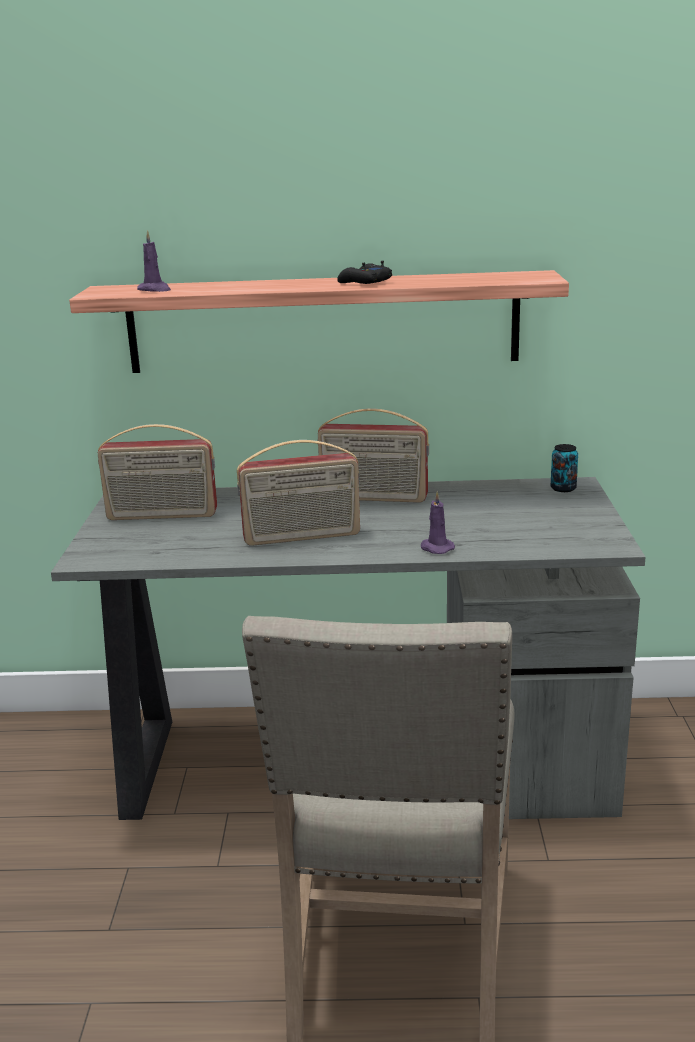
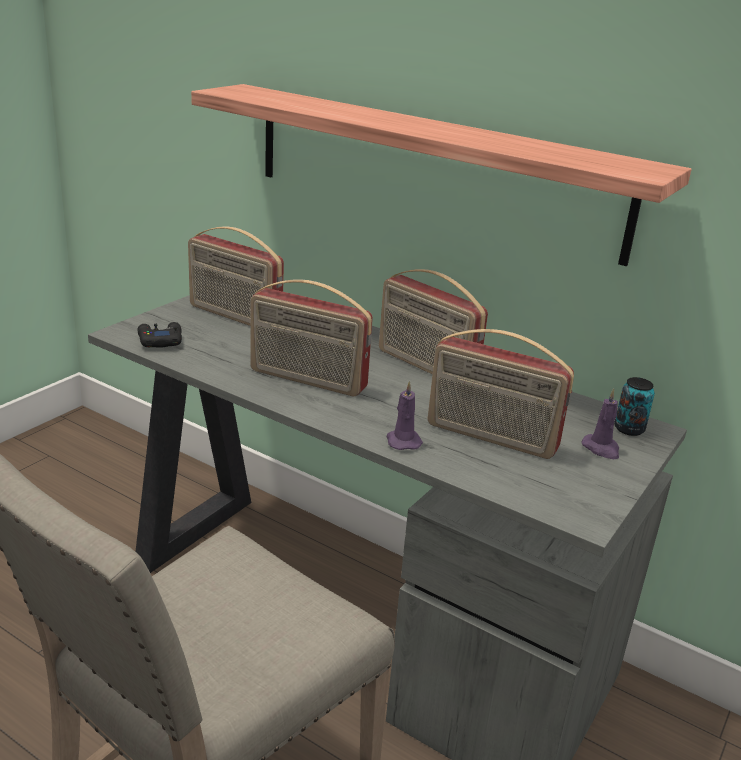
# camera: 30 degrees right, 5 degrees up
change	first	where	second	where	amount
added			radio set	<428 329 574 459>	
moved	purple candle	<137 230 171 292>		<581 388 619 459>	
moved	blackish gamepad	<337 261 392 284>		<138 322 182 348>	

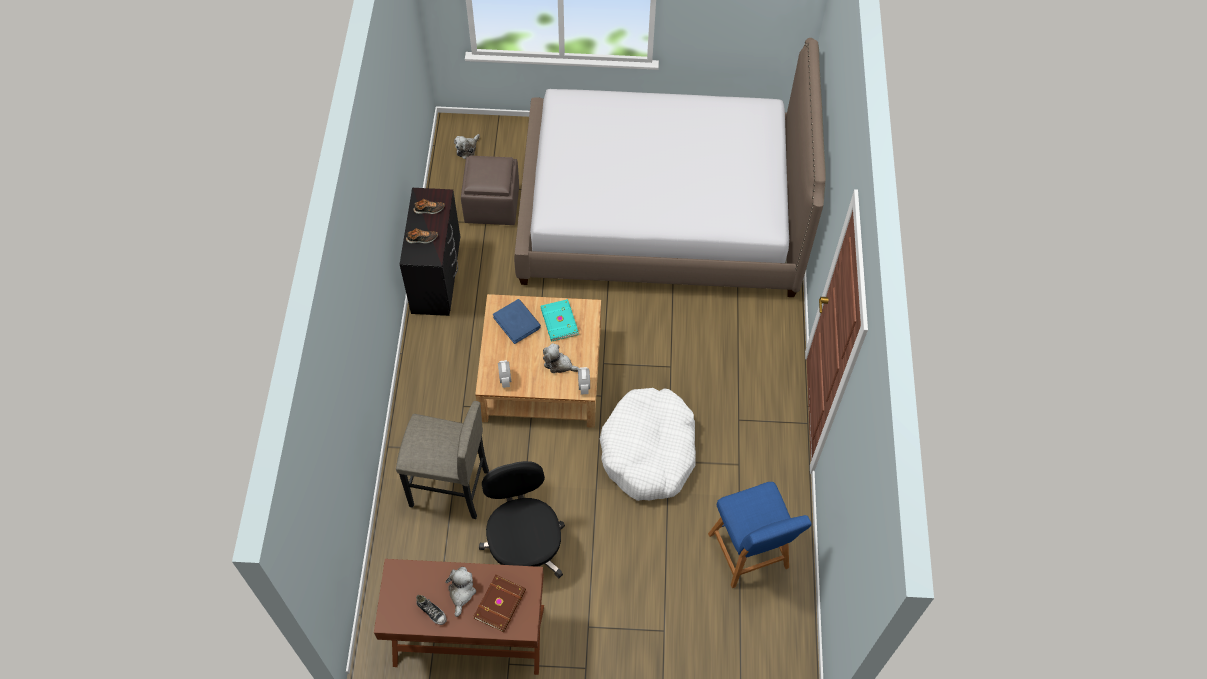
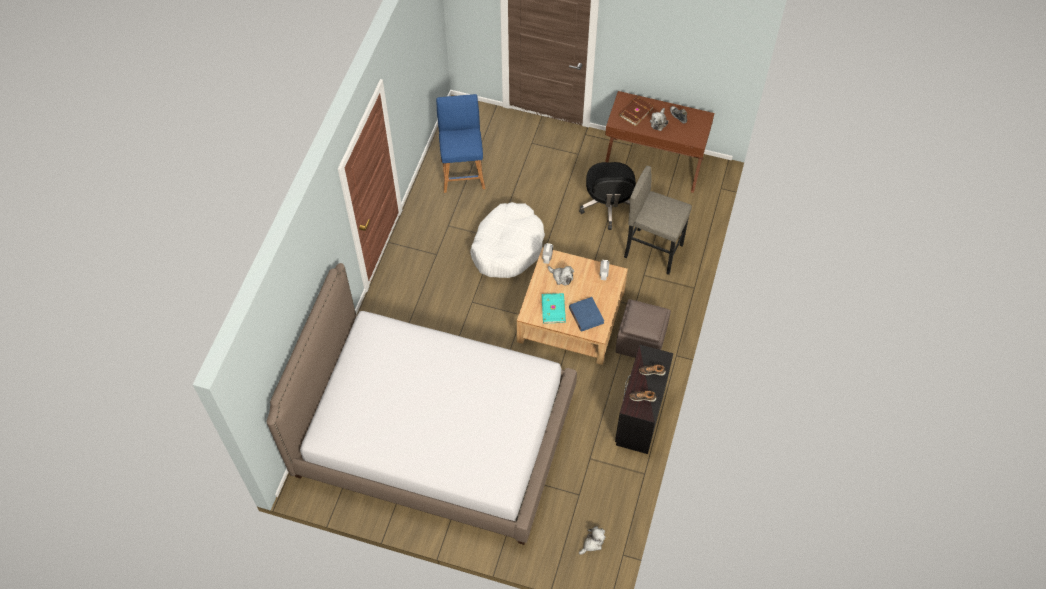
# camera: 165 degrees left, 0 degrees up
change	first	where	second	where	amount
moved	brown-coloured ottoman	<461 155 519 225>		<615 299 671 358>	

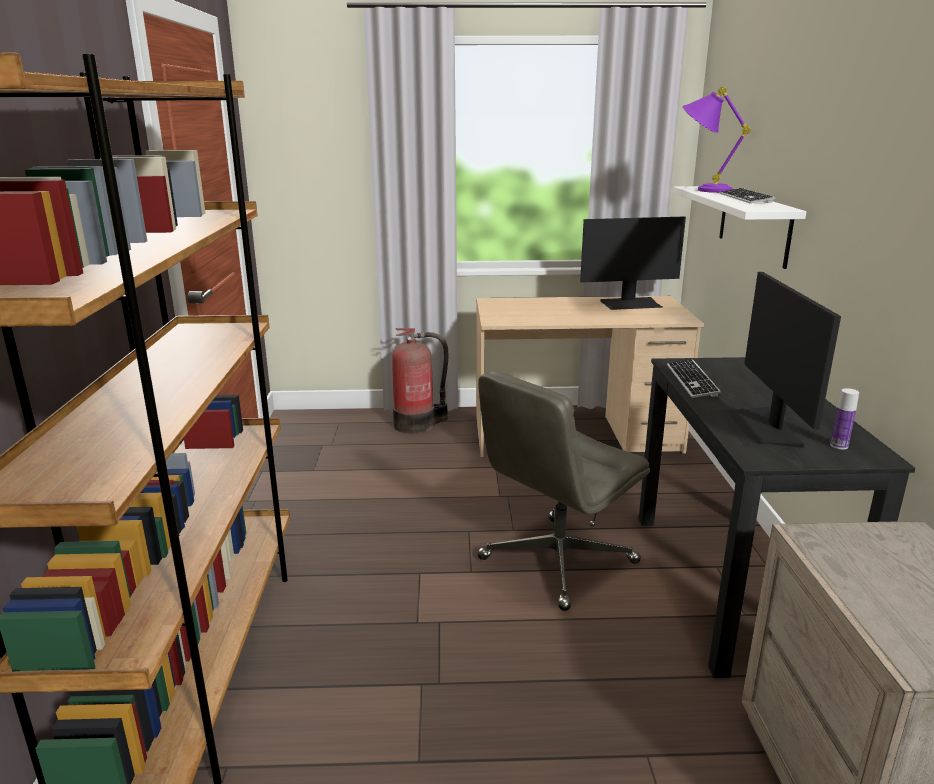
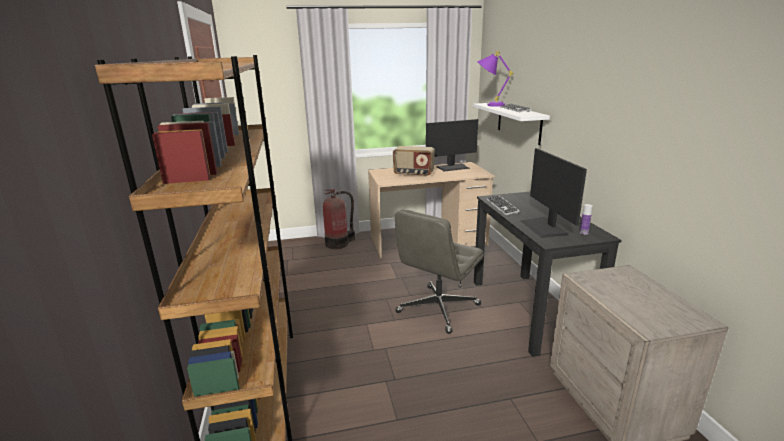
# camera: 10 degrees left, 0 degrees up
change	first	where	second	where	amount
added			radio set	<393 146 435 177>	

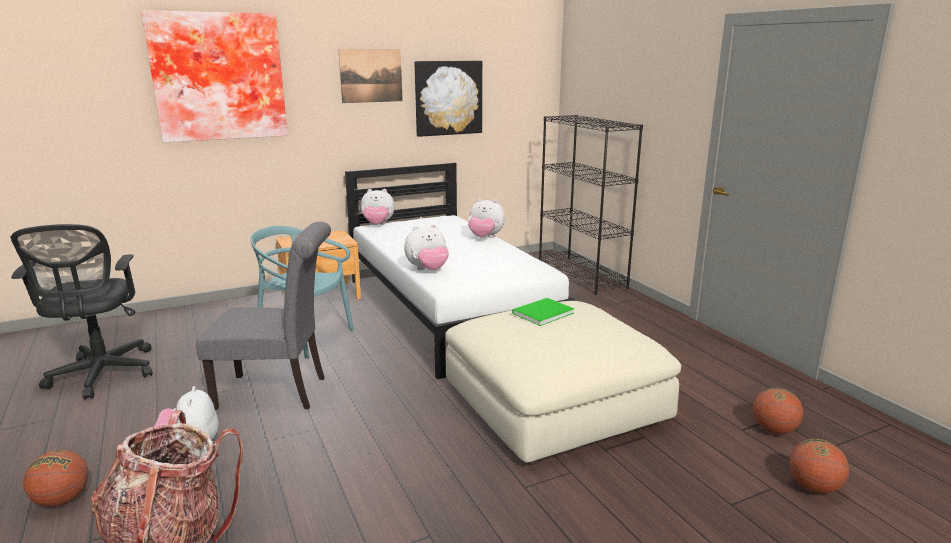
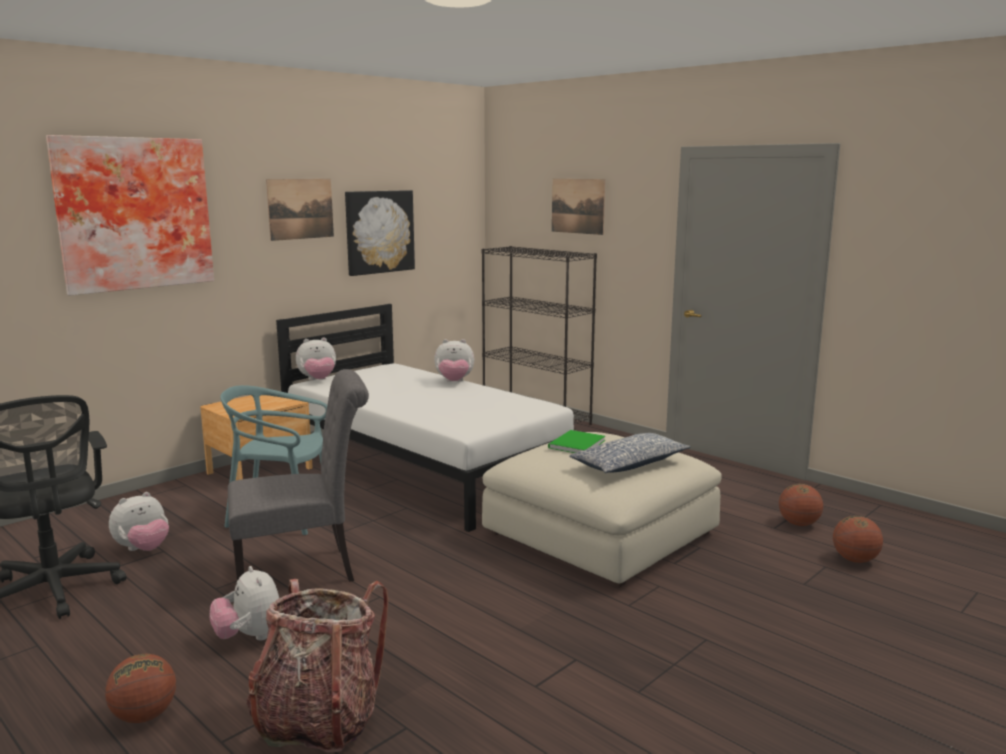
# camera: 20 degrees left, 5 degrees down
change	first	where	second	where	amount
added			wall art	<552 179 605 235>	
added			pillow	<569 433 691 473>	
moved	cuddly toy	<404 224 449 270>		<109 492 169 551>	

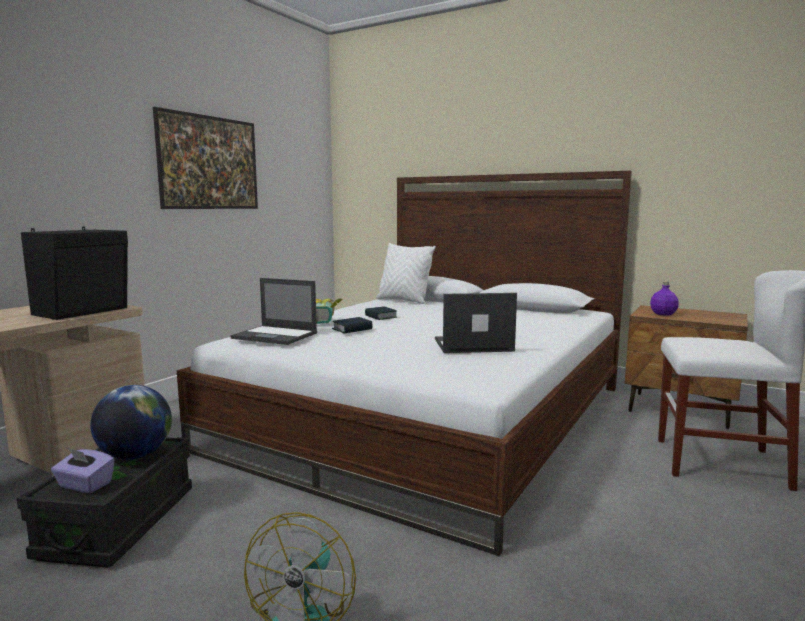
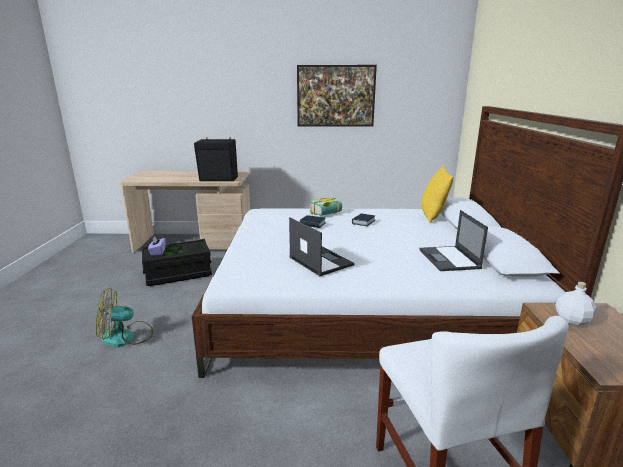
# camera: 60 degrees right, 10 degrees up
change	first	where	second	where	amount
removed	desk globe	<90 385 172 460>			
moved	laptop	<230 278 317 345>		<419 210 488 271>	
recoloured	whitish pillow	<376 243 436 304>	yellow-coloured pillow	<421 165 454 223>	
recoloured	purple bottle	<650 281 679 316>	whitish bottle	<556 282 597 326>	

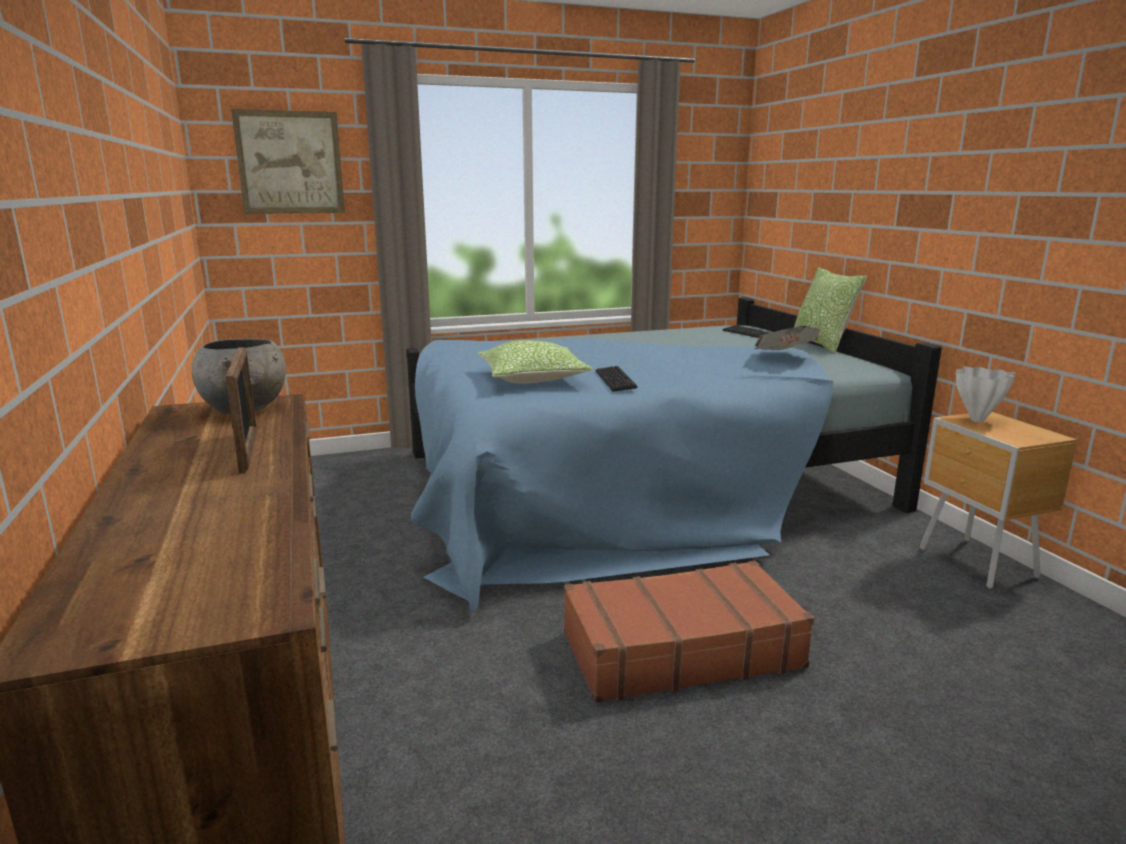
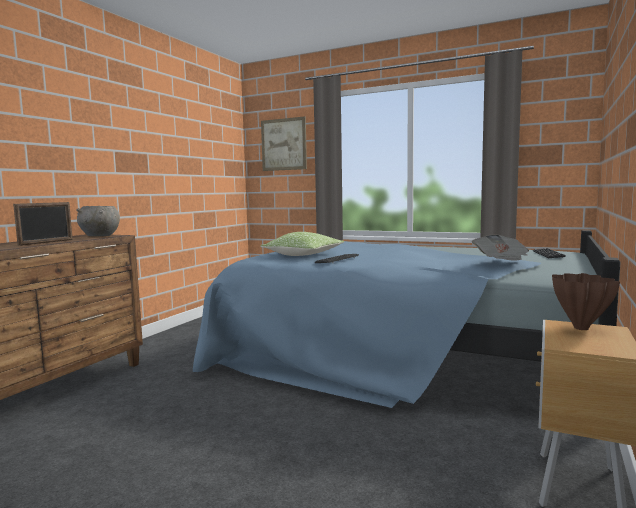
# camera: 45 degrees right, 10 degrees down
change	first	where	second	where	amount
removed	brown-coloured suitcase	<564 561 814 703>			
removed	pillow	<794 268 867 353>			
recoloured	whitish decorative vase	<956 366 1016 422>	brown-coloured decorative vase	<552 273 620 330>	

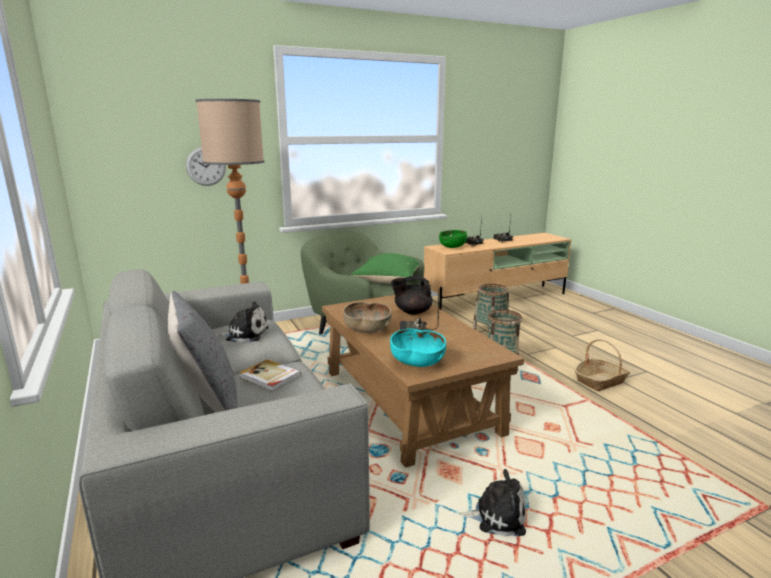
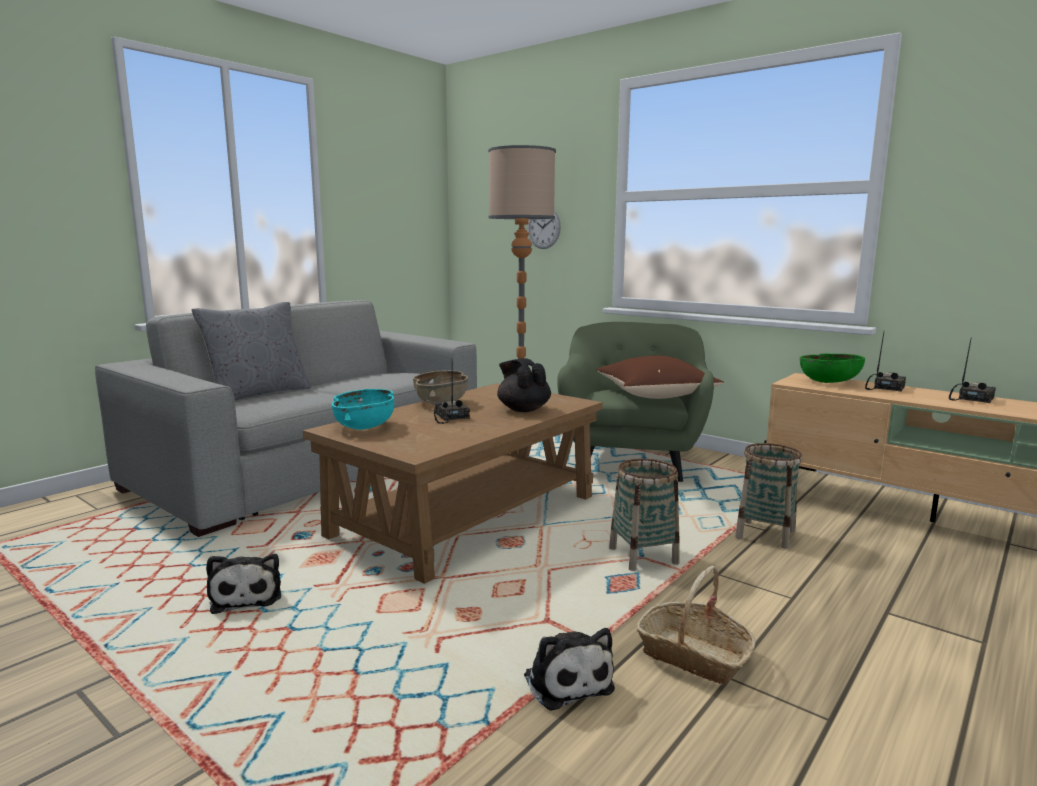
# camera: 65 degrees right, 5 degrees down
change	first	where	second	where	amount
removed	volume	<239 359 301 392>			
moved	cuddly toy	<215 301 269 343>		<524 628 615 711>	
recoloured	green-coloured pillow	<351 253 423 283>	brown-coloured pillow	<596 355 724 399>	

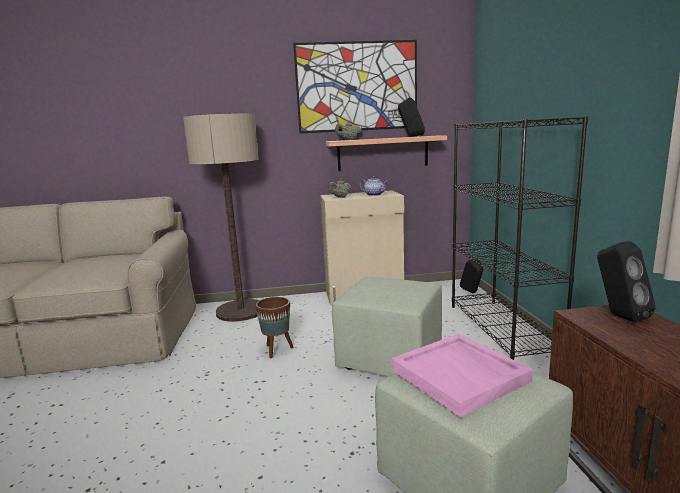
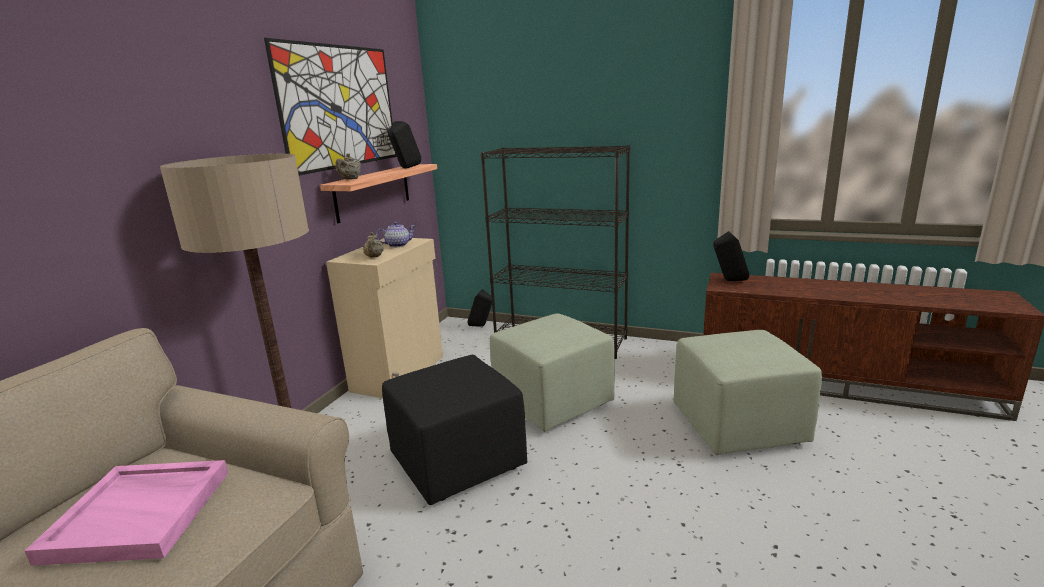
# camera: 60 degrees left, 5 degrees up
change	first	where	second	where	amount
moved	pink-coloured serving tray	<391 334 533 417>		<25 460 228 566>	
replaced	brown-coloured planter	<255 297 294 358>	blackish ottoman	<382 355 527 505>	

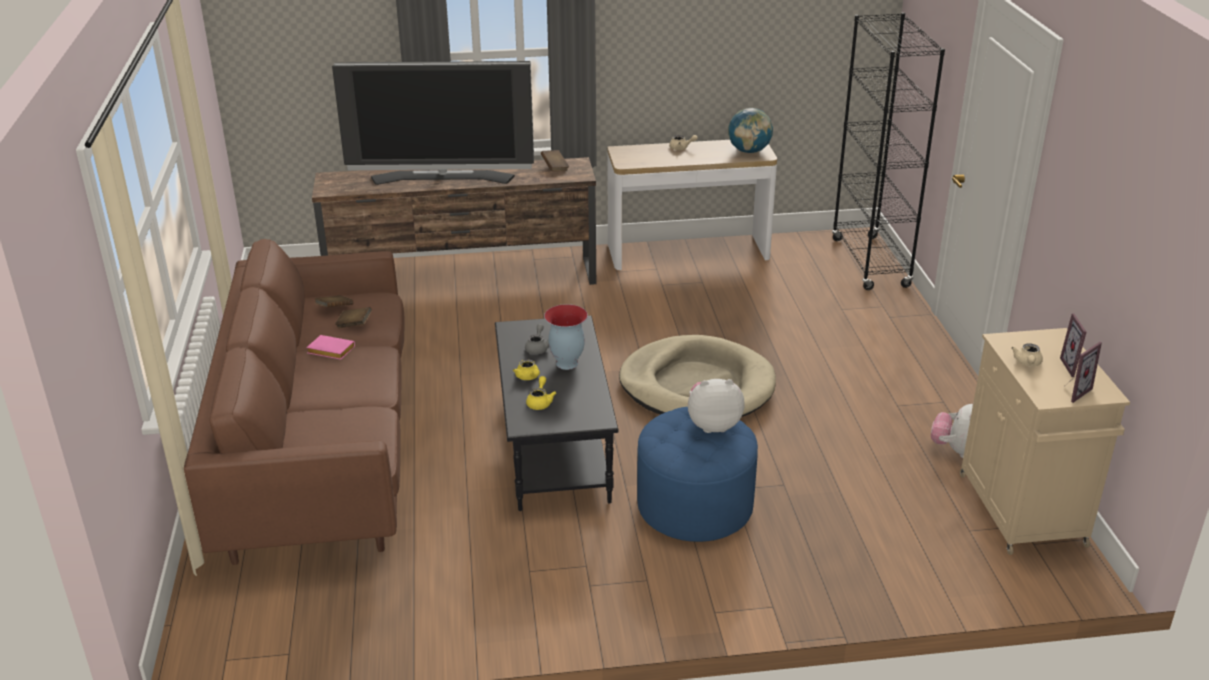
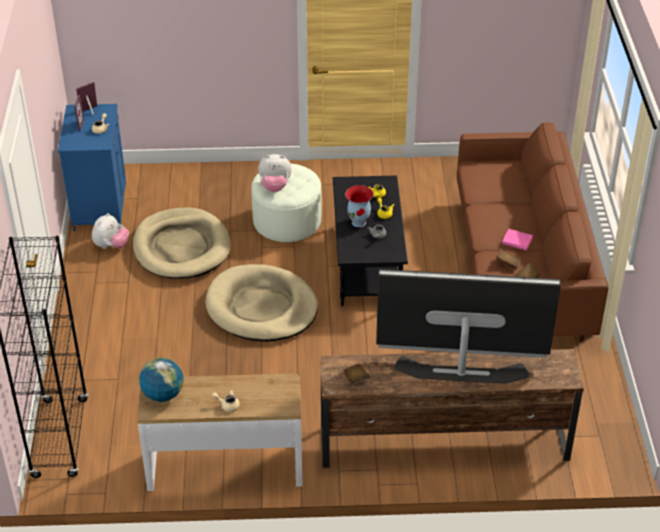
# camera: 175 degrees left, 10 degrees up
change	first	where	second	where	amount
added			sand-coloured dog cushion	<133 207 231 279>	
recoloured	blue ottoman	<637 407 758 542>	whitish ottoman	<251 163 321 242>	
recoloured	sand-coloured cabinet	<960 328 1130 555>	blue cabinet	<58 104 126 231>	

